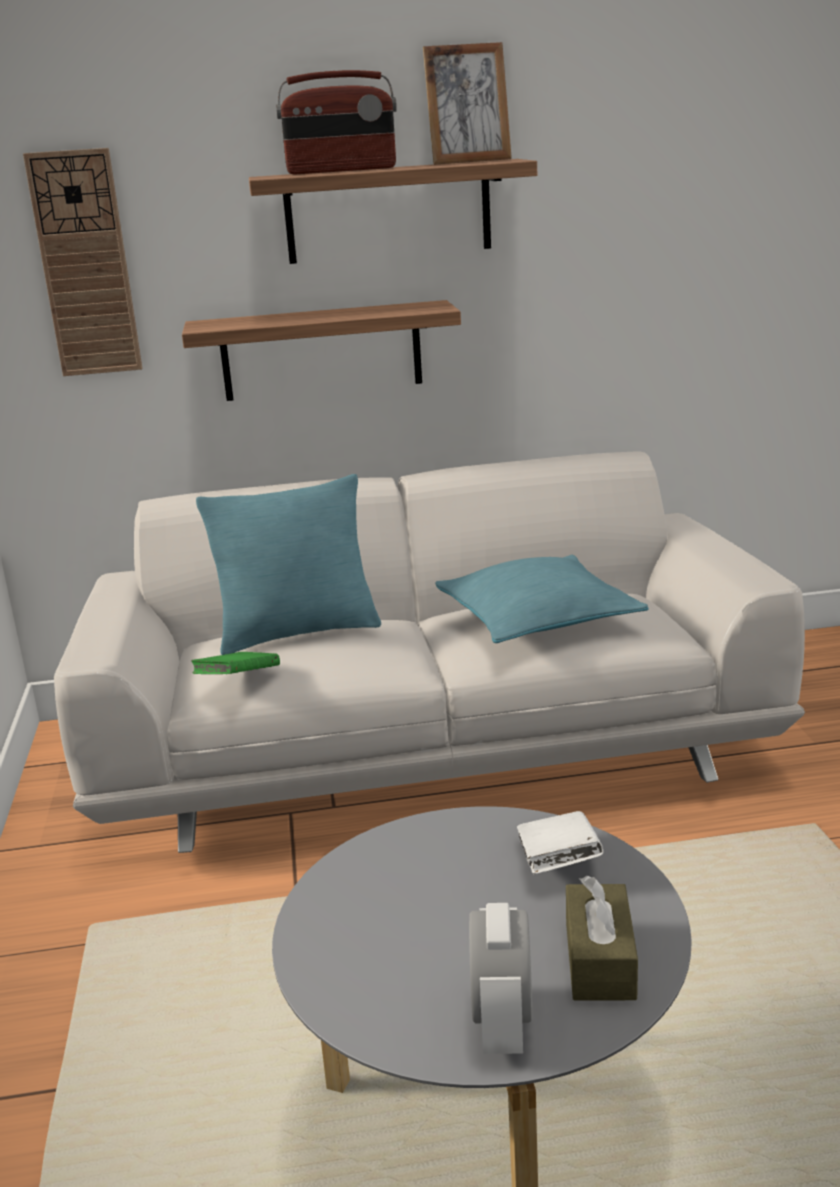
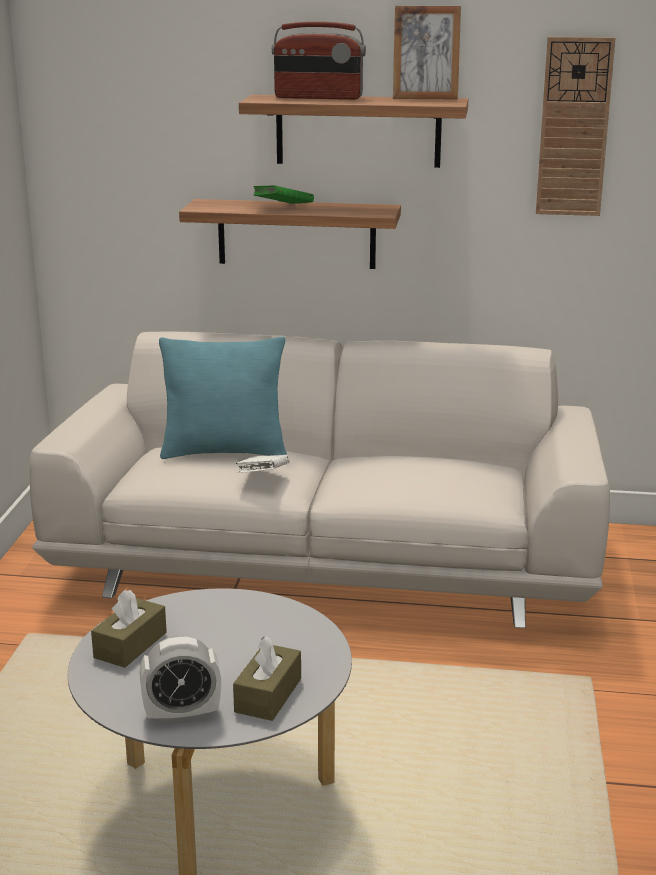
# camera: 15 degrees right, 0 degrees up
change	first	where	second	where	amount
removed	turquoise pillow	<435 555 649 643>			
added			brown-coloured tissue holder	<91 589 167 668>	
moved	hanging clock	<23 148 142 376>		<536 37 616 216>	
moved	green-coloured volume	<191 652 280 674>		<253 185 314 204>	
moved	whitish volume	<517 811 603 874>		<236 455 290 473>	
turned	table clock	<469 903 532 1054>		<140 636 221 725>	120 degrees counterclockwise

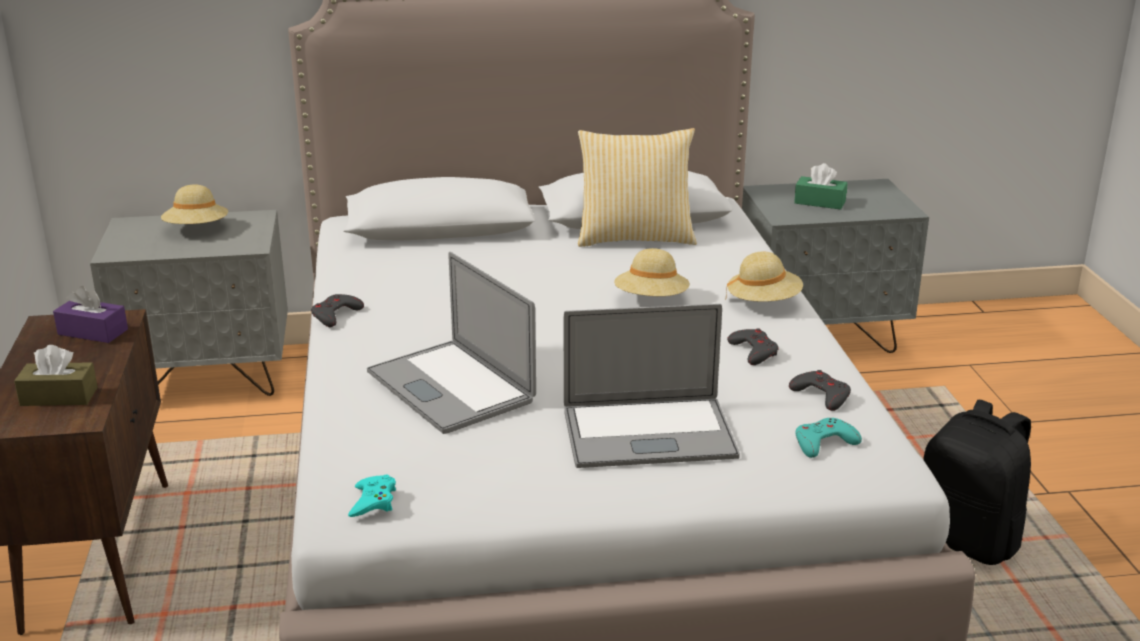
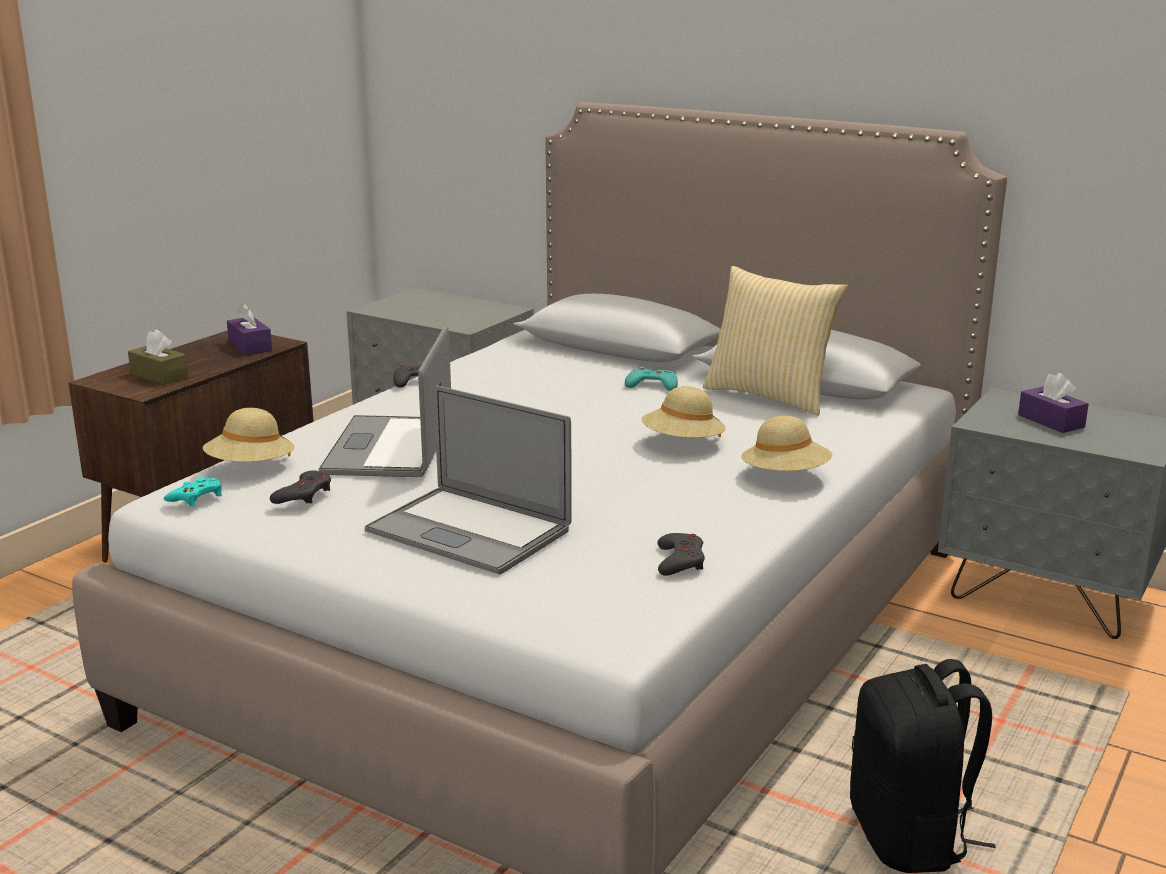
# camera: 40 degrees right, 5 degrees down
change	first	where	second	where	amount
moved	sand-coloured clothing hat	<161 184 228 224>		<203 408 294 462>	
moved	gray gamepad	<727 328 779 365>		<270 470 331 504>	
moved	turquoise gamepad	<795 418 862 458>		<625 367 678 391>	
recoloured	green-coloured tissue holder	<794 163 848 210>	purple tissue holder	<1018 373 1089 433>	

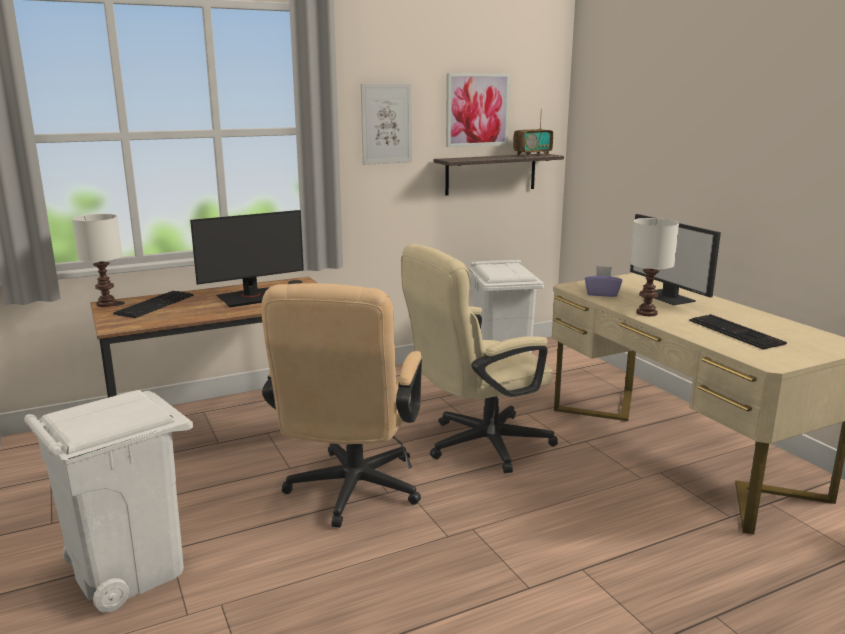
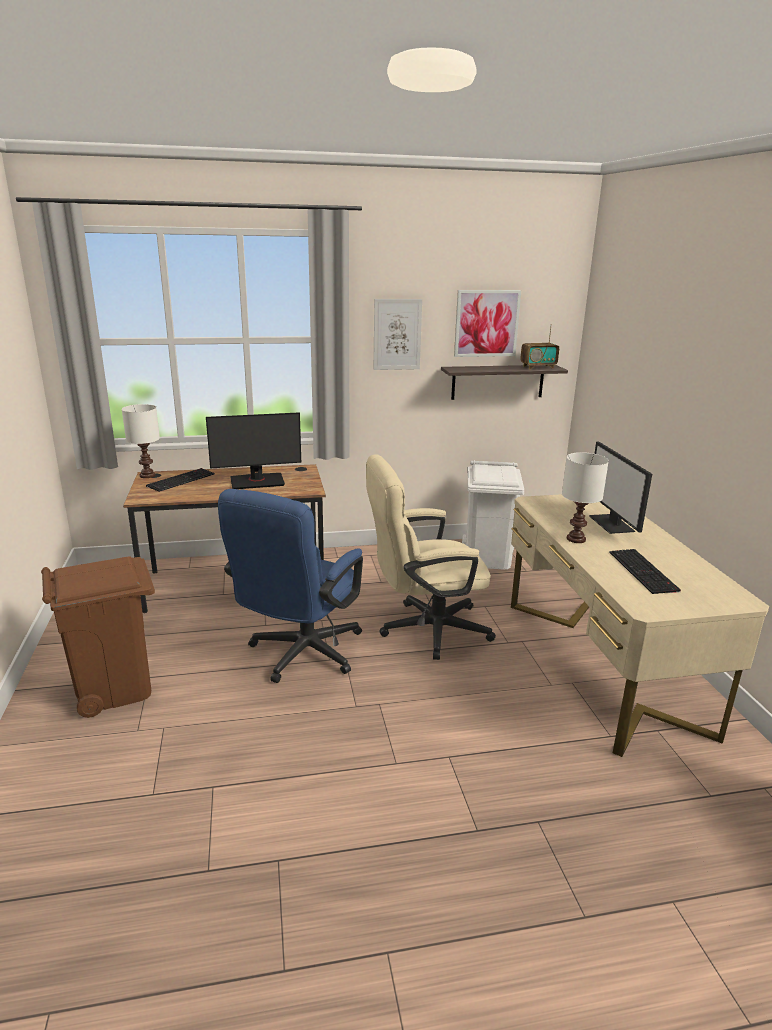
# camera: 15 degrees right, 5 degrees up
change	first	where	second	where	amount
removed	purple tissue holder	<585 266 622 297>			
recoloured	whitish trash can	<24 390 193 612>	brown-coloured trash can	<41 556 155 718>	
recoloured	sand-coloured computer chair	<261 283 422 527>	blue computer chair	<218 489 363 683>	

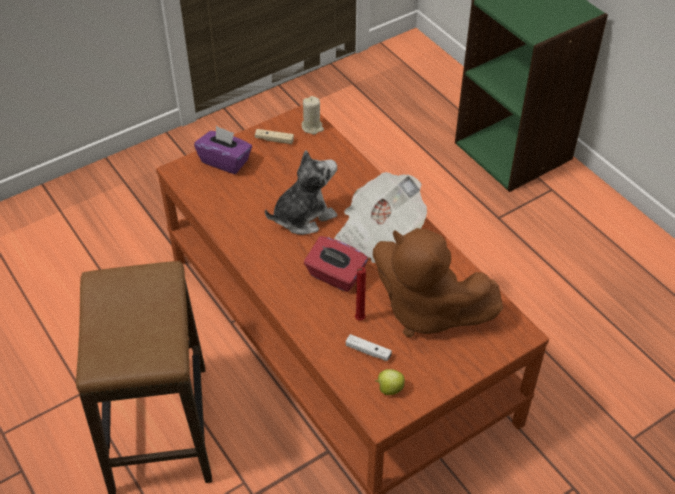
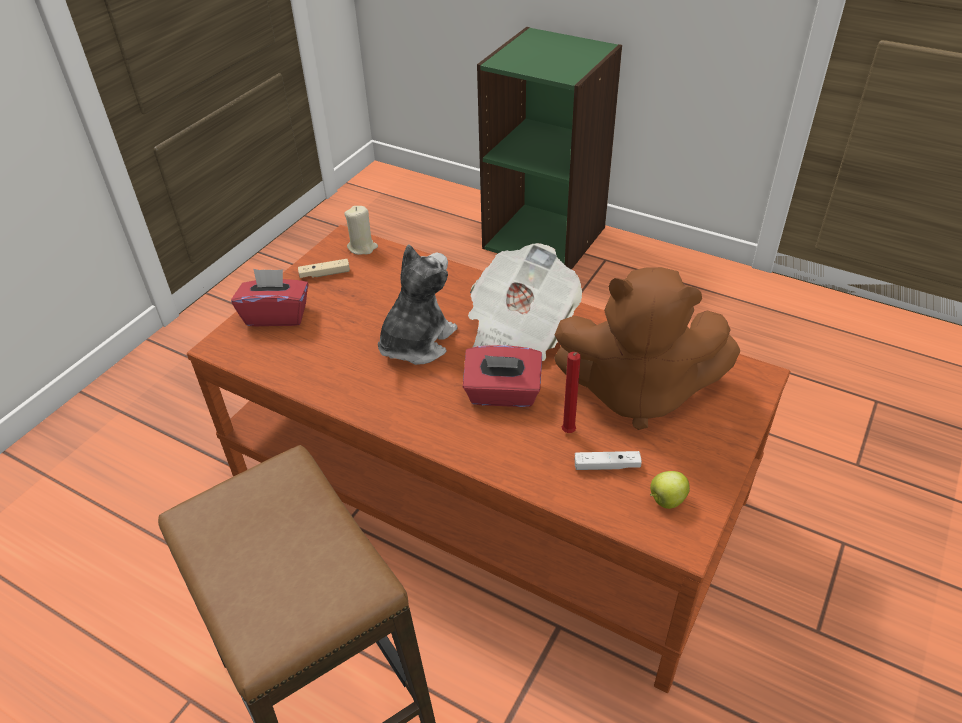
# camera: 25 degrees left, 5 degrees down
change	first	where	second	where	amount
recoloured	purple tissue holder	<194 126 252 174>	reddish tissue holder	<231 269 309 326>	

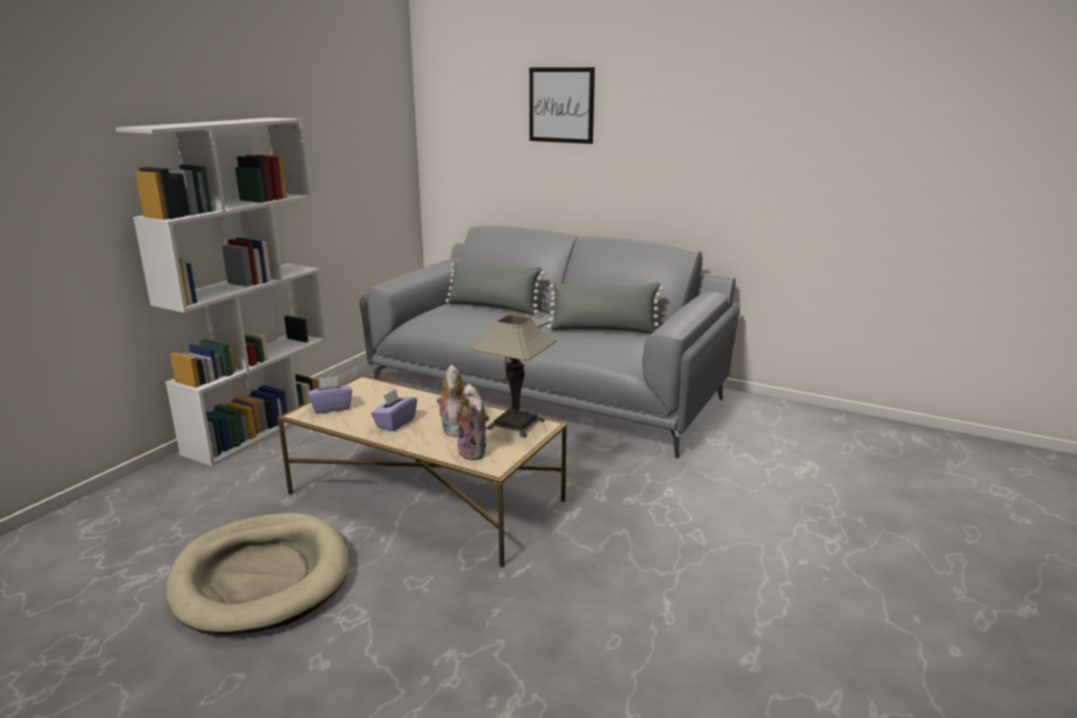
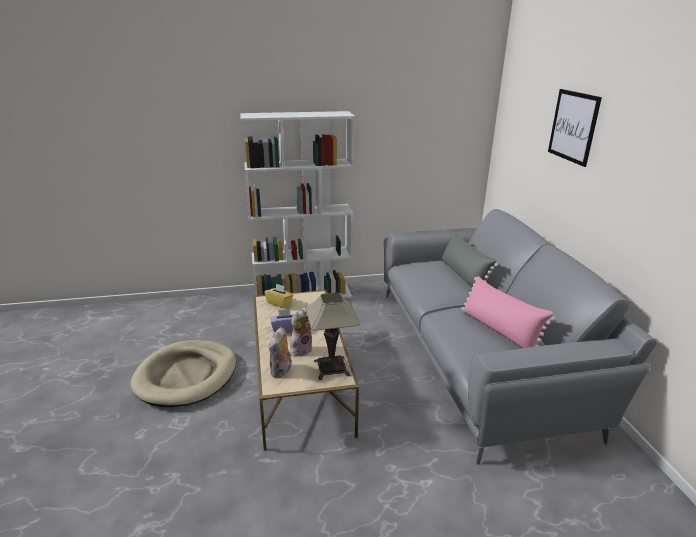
# camera: 50 degrees right, 5 degrees up
change	first	where	second	where	amount
recoloured	purple tissue holder	<309 376 352 413>	yellow-coloured tissue holder	<264 283 293 308>	
recoloured	gray pillow	<547 281 663 334>	pink-coloured pillow	<461 276 555 348>	

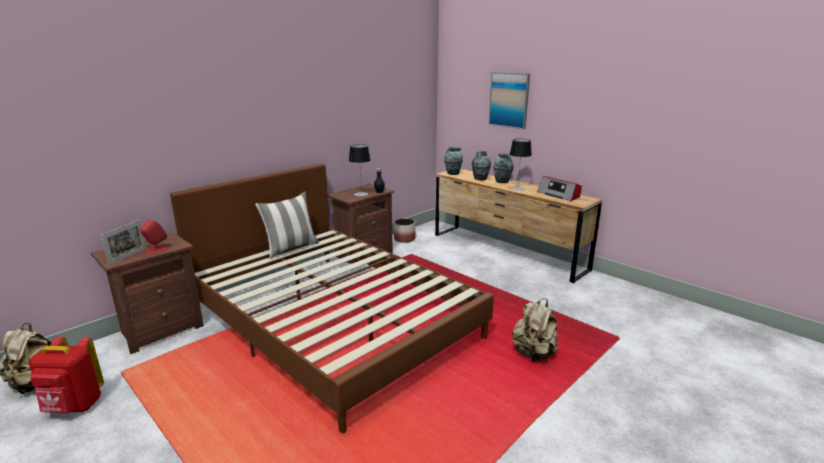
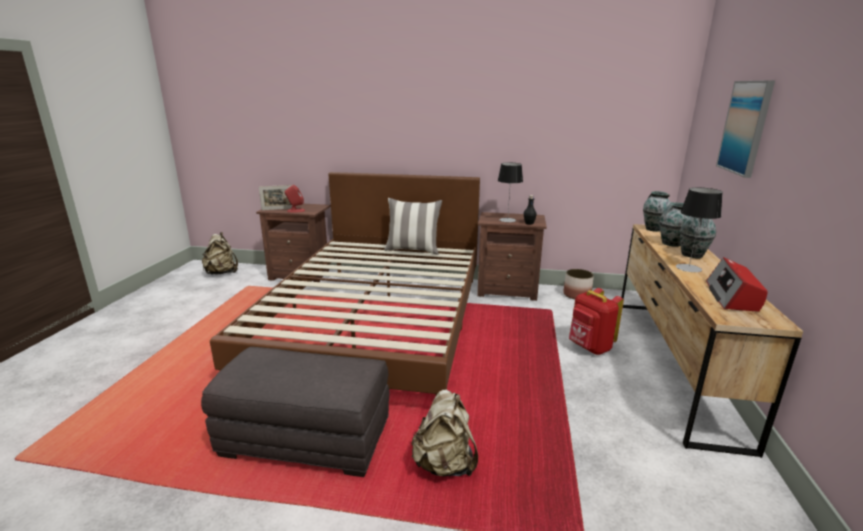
# camera: 55 degrees right, 0 degrees up
change	first	where	second	where	amount
added			gray ottoman	<201 347 389 477>	
moved	reddish rucksack	<29 337 104 413>		<569 288 624 355>	

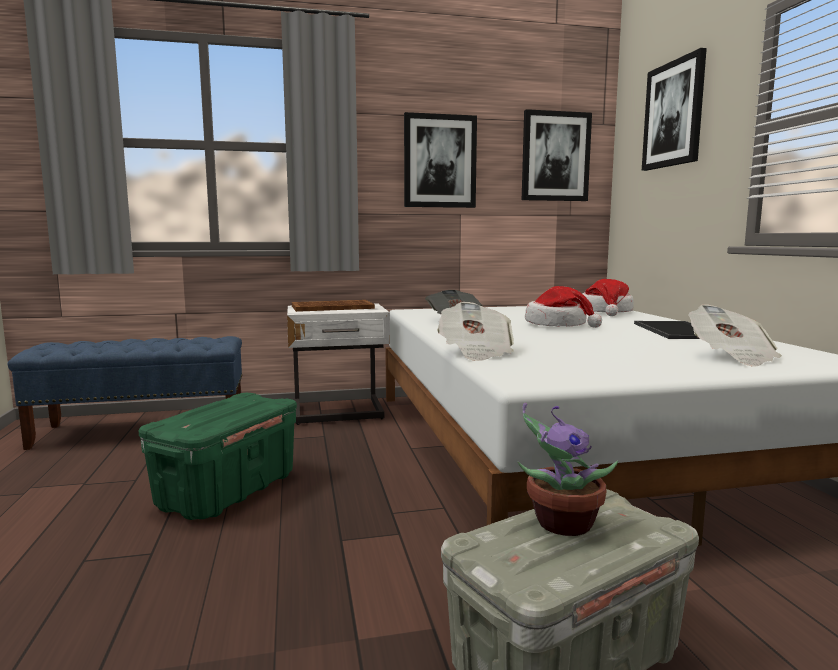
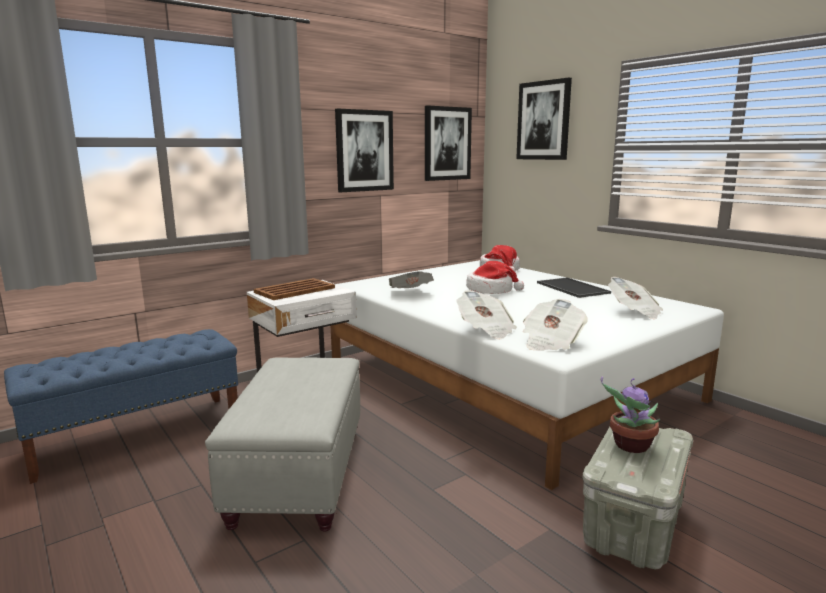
# camera: 25 degrees left, 5 degrees up
change	first	where	second	where	amount
added			printed paper	<523 299 588 351>	
replaced	green-coloured storage bin	<139 393 297 520>	gray ottoman	<205 357 360 531>	

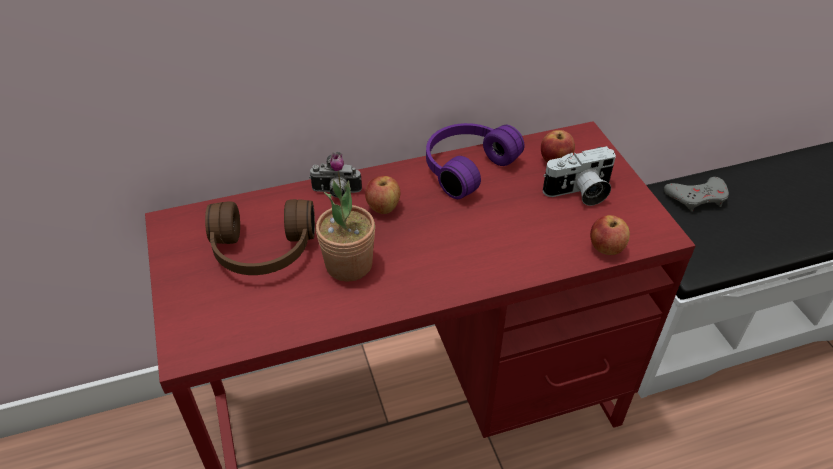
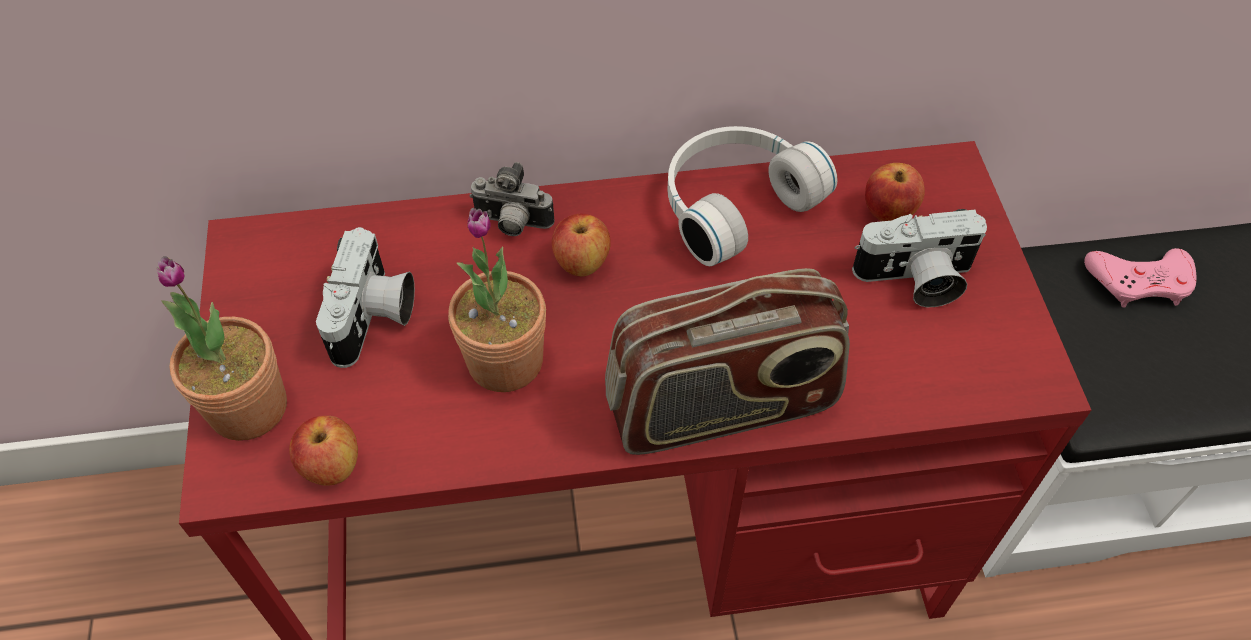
# camera: 10 degrees right, 10 degrees up
change	first	where	second	where	amount
added			houseplant	<157 256 287 441>	
added			radio set	<605 268 850 455>	
moved	apple	<590 215 630 255>		<289 415 358 486>	
replaced	brown-coloured headset	<205 199 315 275>	still camera	<316 227 415 368>	
recoloured	purple headset	<426 123 525 199>	whitish headset	<667 126 838 266>	
recoloured	gray gamepad	<664 177 729 212>	pink-coloured gamepad	<1084 248 1196 307>	

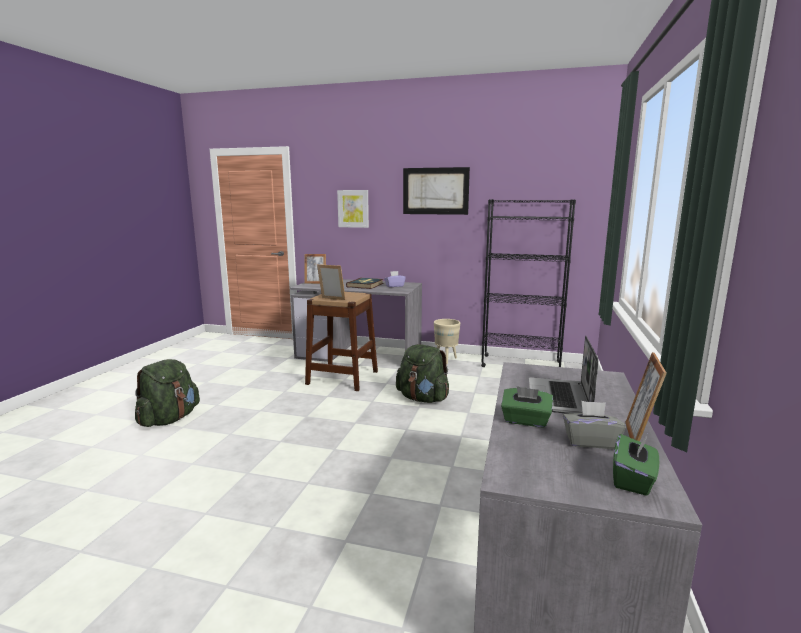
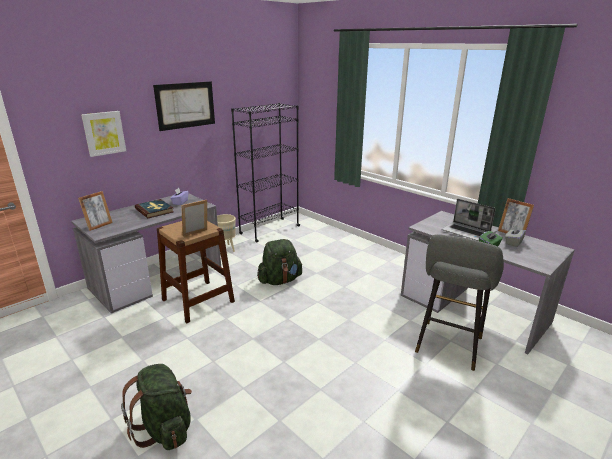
# camera: 60 degrees left, 10 degrees up
change	first	where	second	where	amount
removed	green-coloured tissue holder	<613 434 659 496>			
added			gray sitting stool	<415 234 504 371>	

